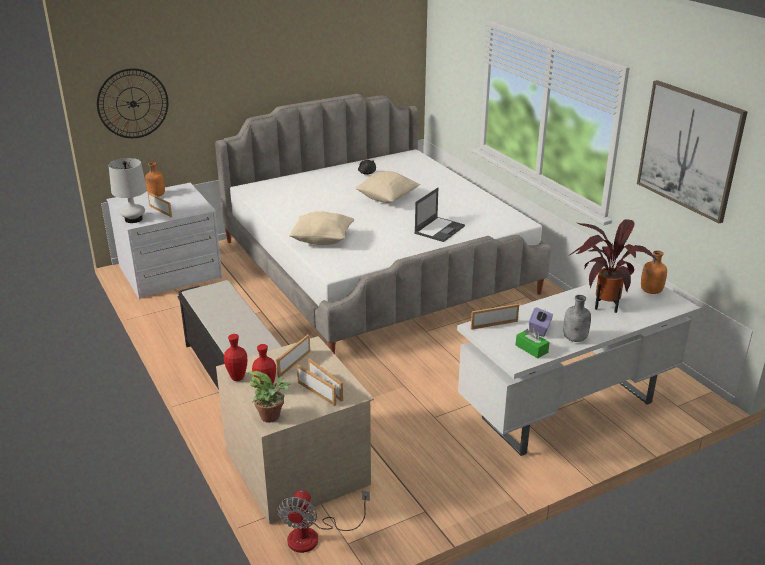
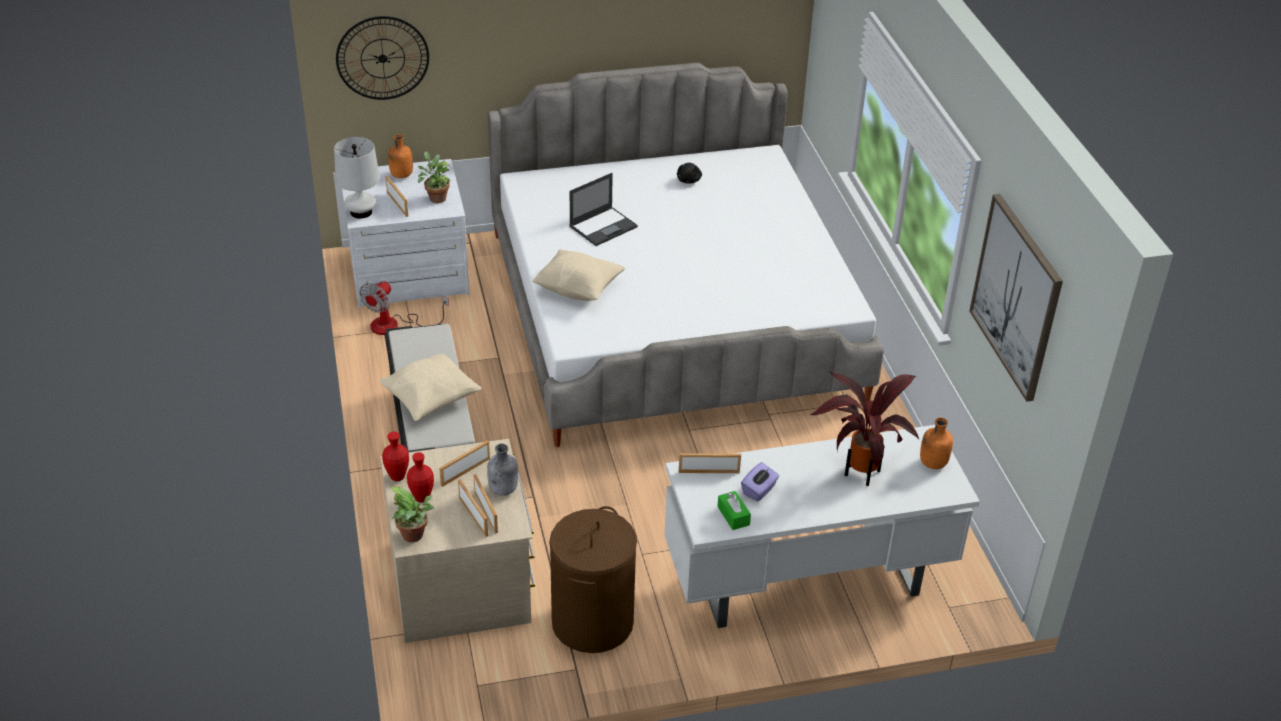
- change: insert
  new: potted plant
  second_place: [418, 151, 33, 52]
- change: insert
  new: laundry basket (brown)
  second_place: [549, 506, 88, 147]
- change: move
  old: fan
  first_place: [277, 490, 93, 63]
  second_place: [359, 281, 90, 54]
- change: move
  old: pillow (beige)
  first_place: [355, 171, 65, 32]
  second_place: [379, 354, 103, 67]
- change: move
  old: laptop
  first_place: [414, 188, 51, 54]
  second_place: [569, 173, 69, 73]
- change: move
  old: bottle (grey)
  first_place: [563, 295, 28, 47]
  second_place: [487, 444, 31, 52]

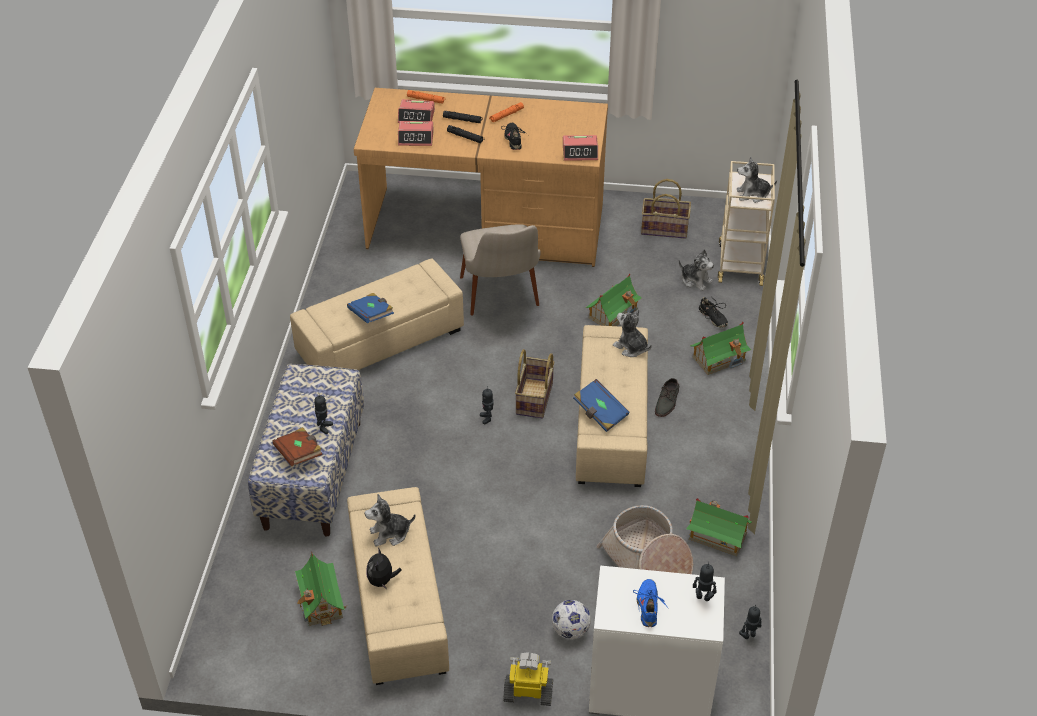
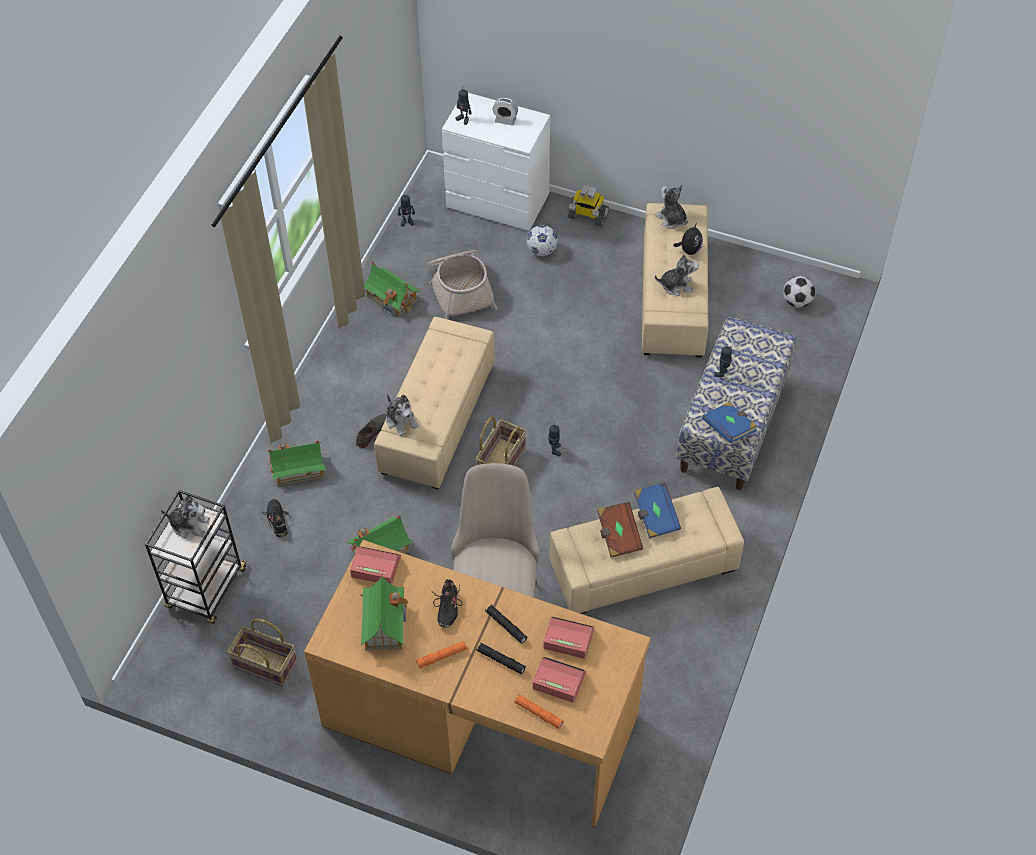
- change: insert
  new: football
  second_place: [783, 276, 32, 32]
- change: move
  old: book (brown)
  first_place: [272, 427, 51, 39]
  second_place: [597, 502, 46, 56]
- change: move
  old: toy house
  first_place: [295, 551, 53, 75]
  second_place: [360, 574, 49, 76]
- change: move
  old: book (blue)
  first_place: [573, 379, 57, 53]
  second_place: [702, 402, 55, 41]
- change: move
  old: plush toy
  first_place: [679, 249, 35, 42]
  second_place: [655, 185, 33, 44]
- change: replace
  old: shoe (blue)
  new: alarm clock
  first_place: [633, 579, 35, 48]
  second_place: [493, 98, 25, 28]
- change: recolor
  old: cart (beige)
  new: cart (black)
  first_place: [718, 161, 57, 125]
  second_place: [145, 490, 103, 134]

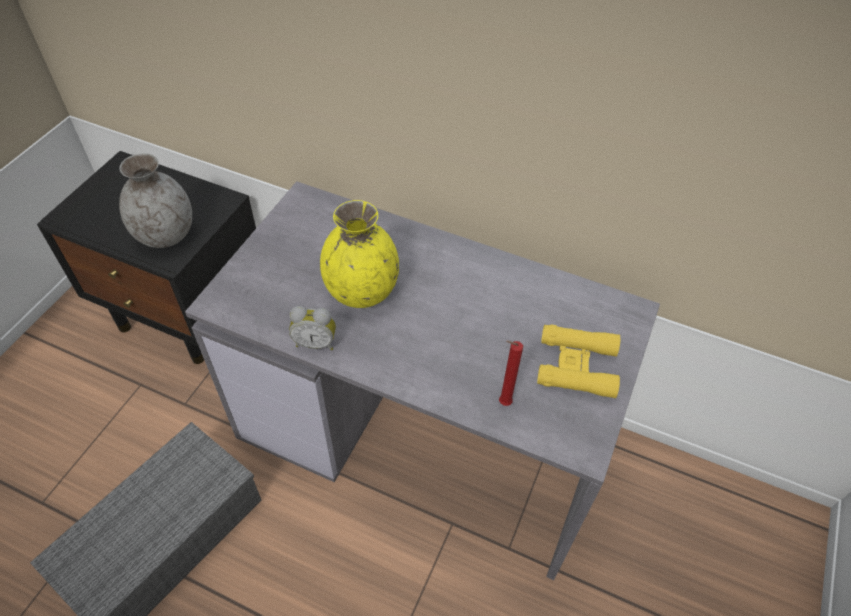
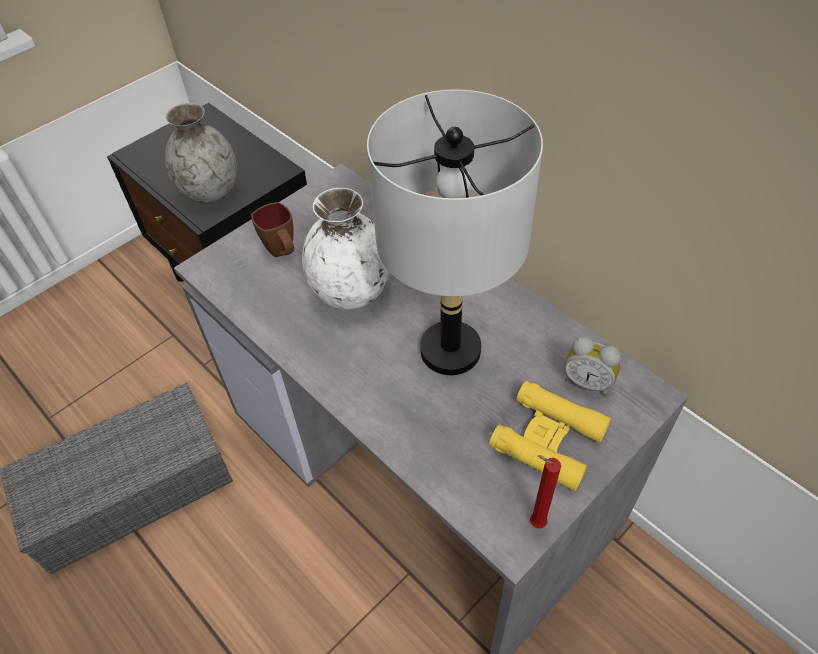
- change: insert
  new: mug (brown)
  second_place: [251, 202, 43, 55]
- change: insert
  new: table lamp (grey)
  second_place: [367, 90, 176, 285]
- change: move
  old: alarm clock
  first_place: [289, 306, 47, 44]
  second_place: [564, 336, 57, 60]
- change: move
  old: candle (red)
  first_place: [499, 341, 24, 65]
  second_place: [530, 455, 31, 73]
- change: recolor
  old: vase (yellow)
  new: vase (white)
  first_place: [320, 200, 79, 108]
  second_place: [302, 188, 87, 122]

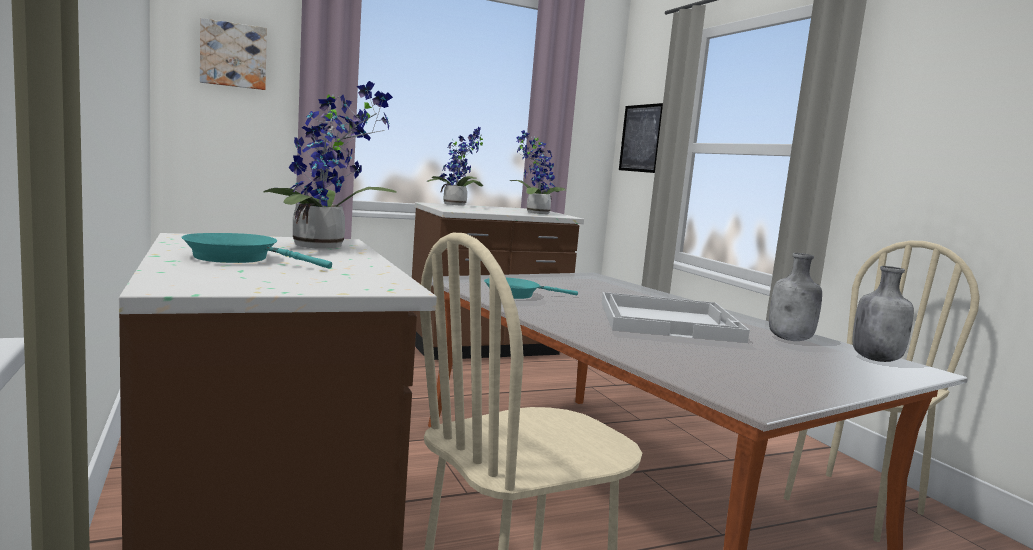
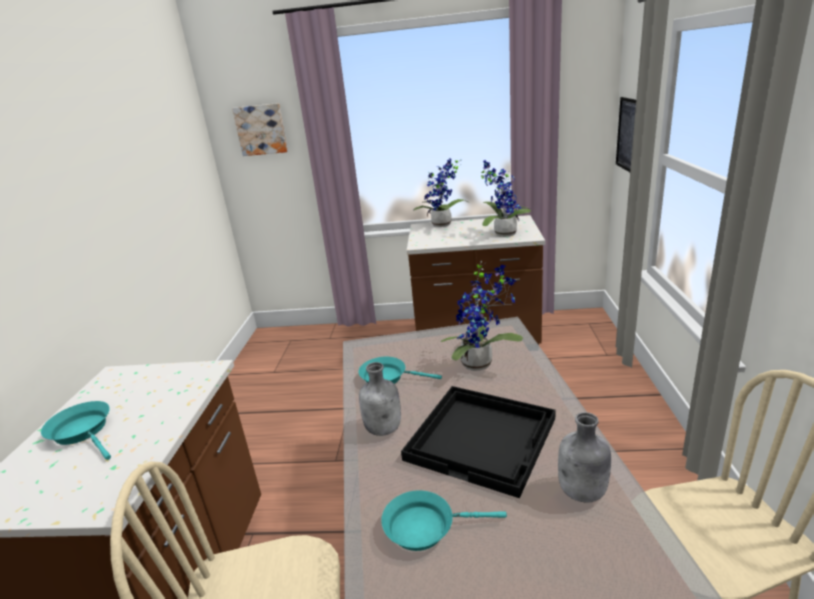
- change: insert
  new: frying pan (turquoise)
  second_place: [381, 490, 126, 61]
- change: move
  old: potted plant
  first_place: [263, 81, 134, 167]
  second_place: [441, 261, 82, 110]
- change: move
  old: bottle (grey)
  first_place: [853, 266, 61, 96]
  second_place: [359, 362, 42, 74]
- change: recolor
  old: tray (white)
  new: tray (black)
  first_place: [602, 292, 148, 51]
  second_place: [401, 386, 155, 112]

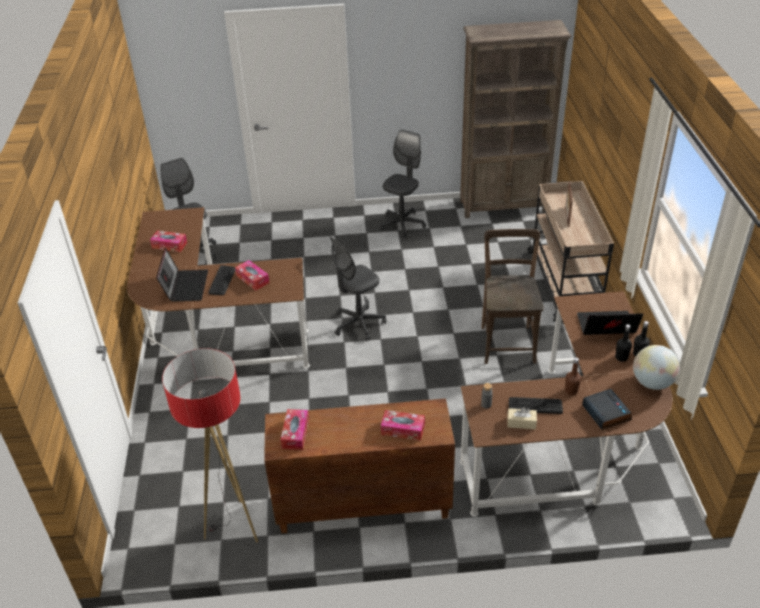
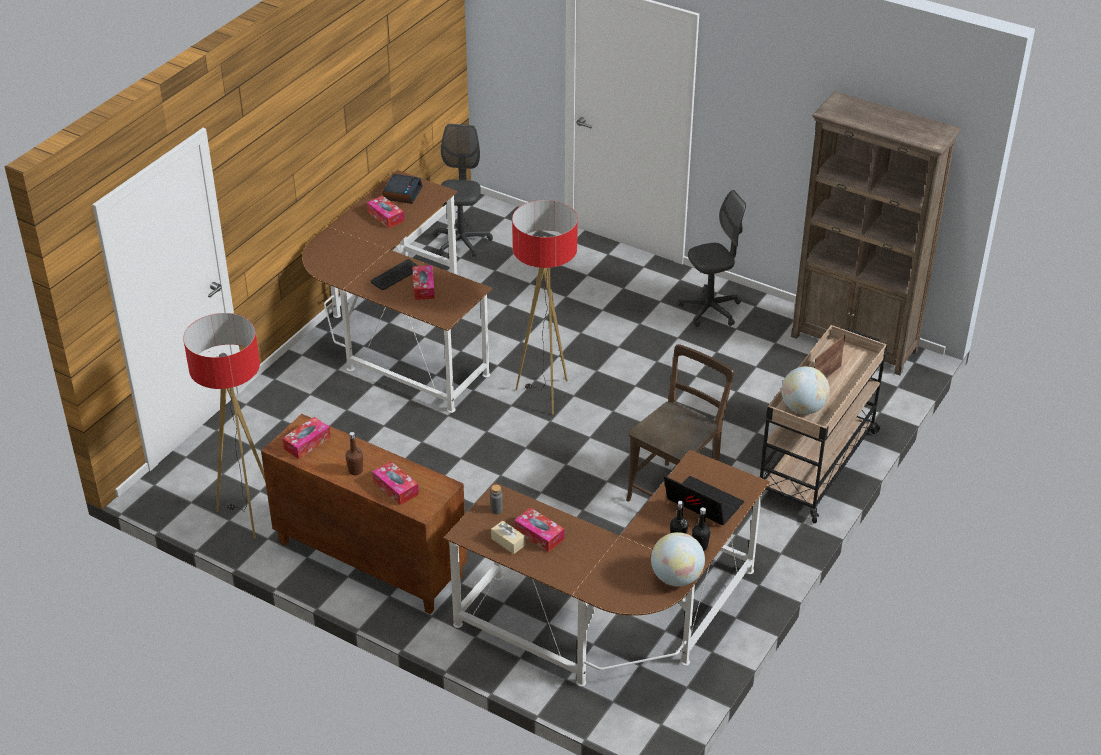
- change: delete
  old: laptop
  first_place: [156, 248, 52, 54]
- change: insert
  new: globe
  second_place: [781, 366, 49, 48]
- change: move
  old: bottle (brown)
  first_place: [565, 357, 16, 38]
  second_place: [345, 432, 18, 43]
- change: move
  old: alarm clock
  first_place: [582, 389, 50, 41]
  second_place: [382, 174, 41, 30]
- change: replace
  old: office chair (grey)
  new: floor lamp
  first_place: [329, 236, 57, 105]
  second_place: [512, 200, 66, 215]
- change: replace
  old: keyboard
  new: tissue box
  first_place: [509, 397, 54, 17]
  second_place: [515, 507, 49, 45]

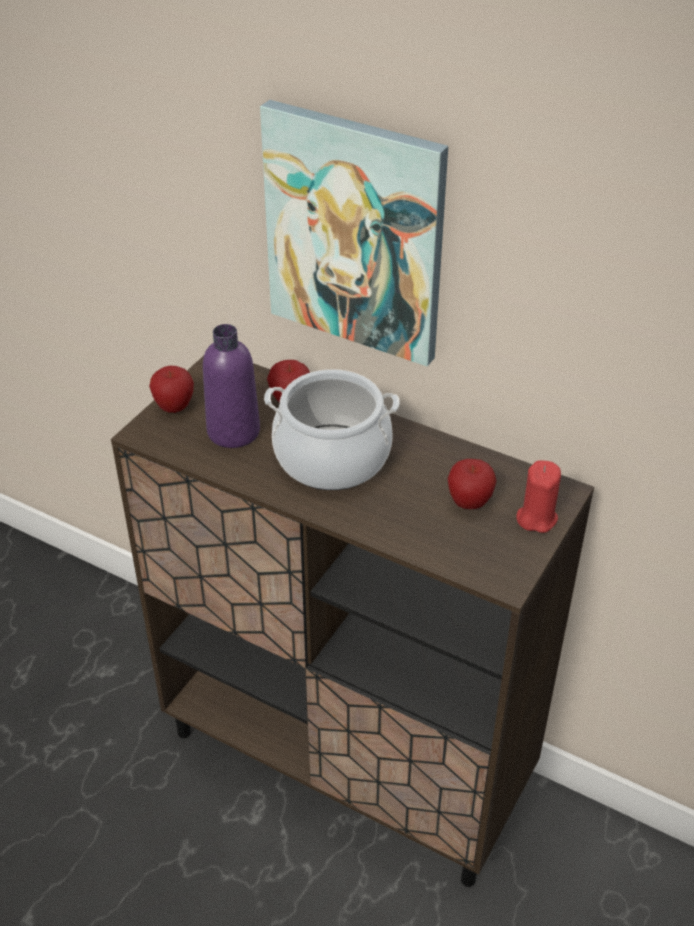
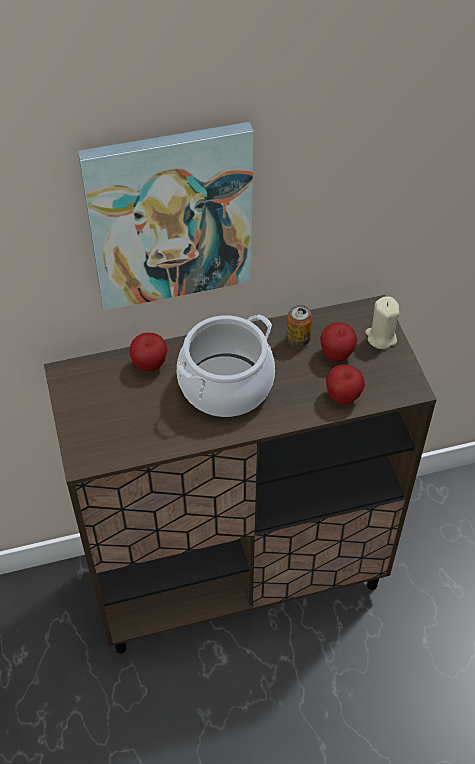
- change: delete
  old: bottle (purple)
  first_place: [203, 324, 57, 124]
- change: insert
  new: can
  second_place: [286, 305, 26, 42]
- change: move
  old: apple
  first_place: [149, 366, 45, 47]
  second_place: [326, 364, 39, 40]
- change: recolor
  old: candle (red)
  new: candle (beige)
  first_place: [517, 460, 44, 73]
  second_place: [365, 296, 35, 53]

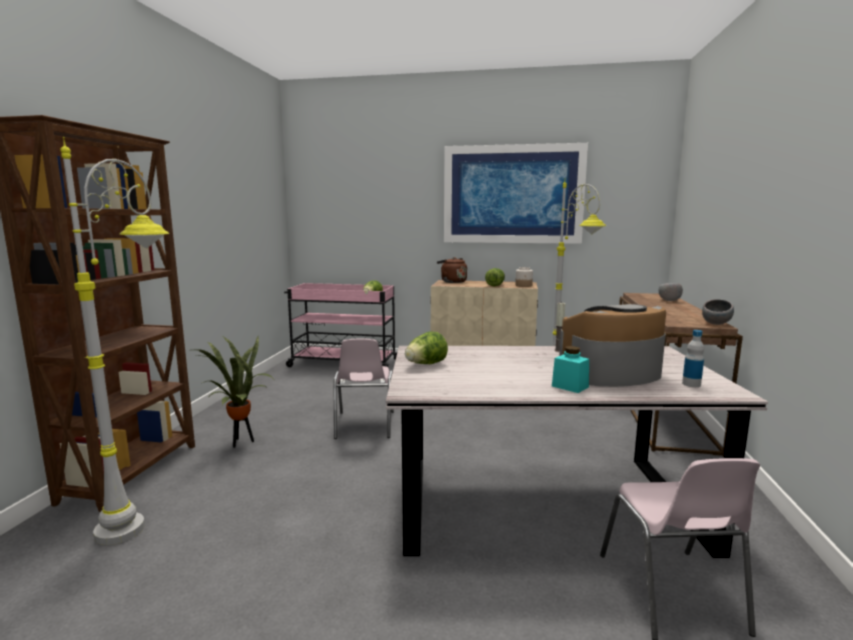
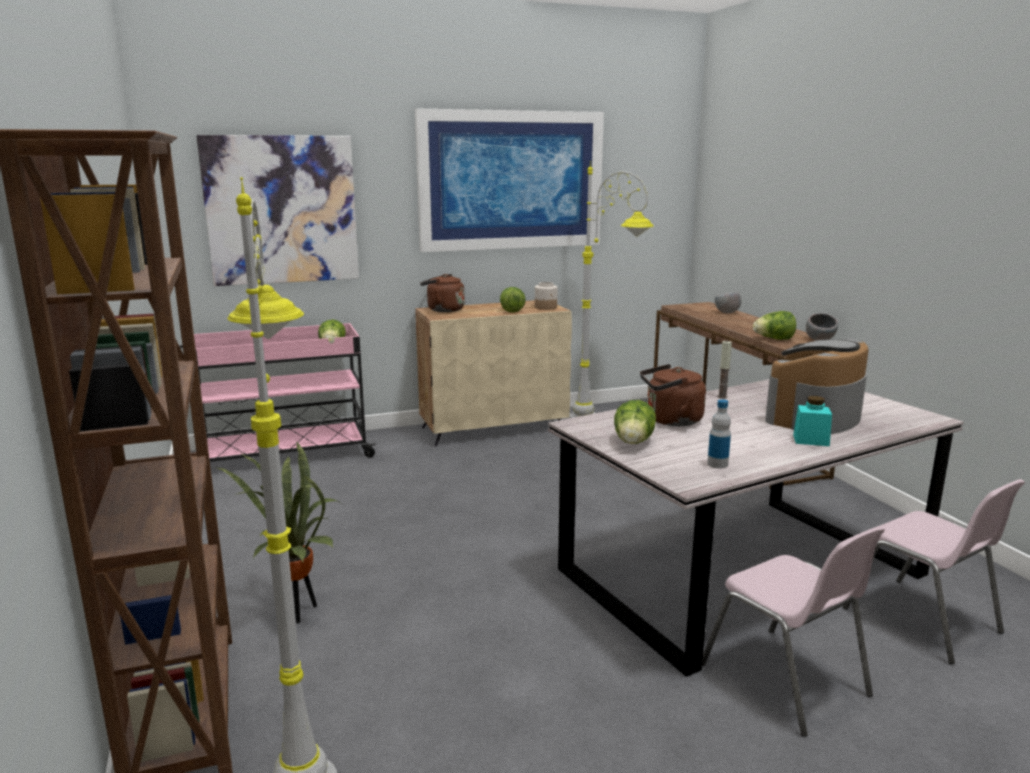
- change: insert
  new: picture
  second_place: [196, 135, 163, 151]
- change: insert
  new: kettle (brown)
  second_place: [640, 364, 66, 62]
- change: insert
  new: lettuce
  second_place: [753, 311, 43, 29]
- change: move
  old: chair (pink)
  first_place: [334, 339, 60, 100]
  second_place: [702, 526, 183, 211]
- change: move
  old: bottle
  first_place: [682, 330, 22, 57]
  second_place: [707, 399, 24, 69]

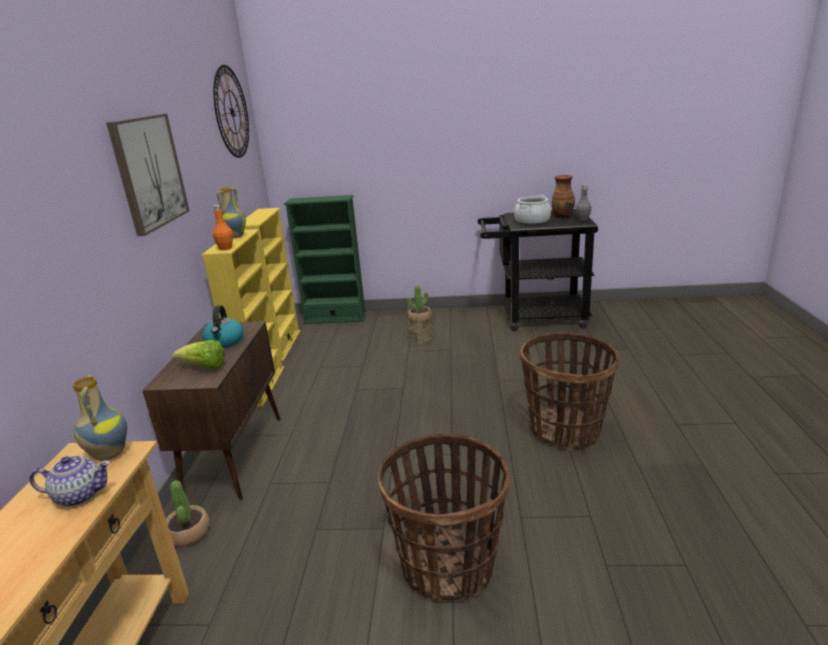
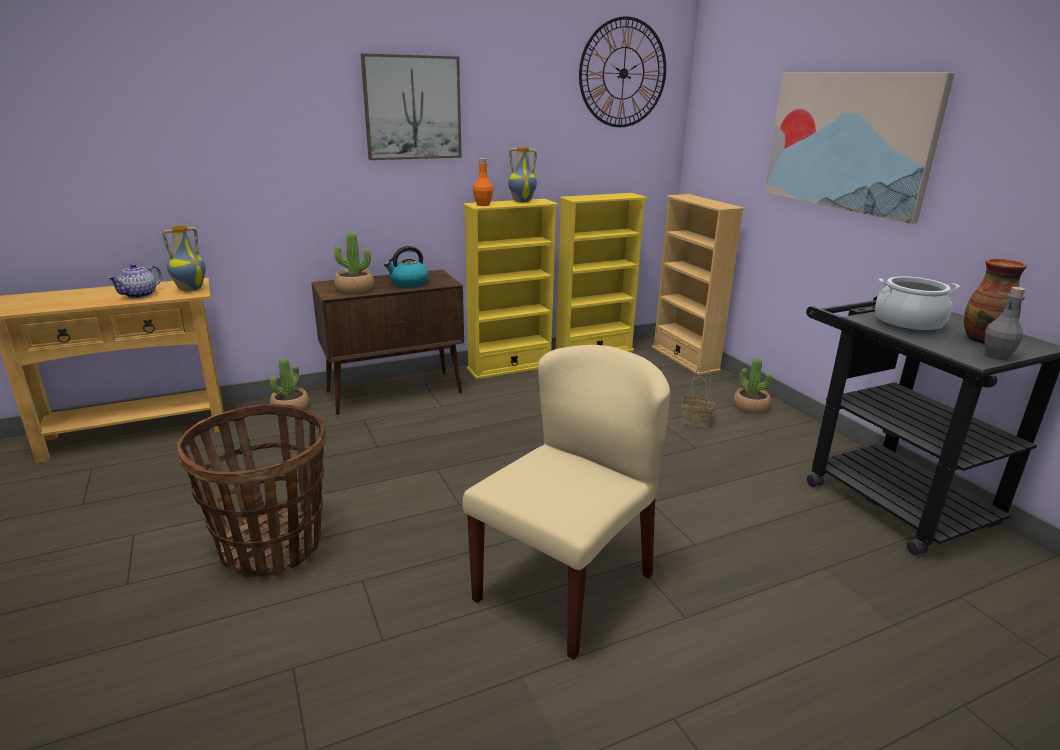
- change: insert
  new: picture
  second_place: [764, 72, 191, 152]
- change: replace
  old: lettuce
  new: potted plant
  first_place: [173, 340, 52, 30]
  second_place: [334, 231, 40, 62]
- change: replace
  old: basket
  new: chair (beige)
  first_place: [520, 332, 99, 119]
  second_place: [463, 345, 207, 315]
- change: recolor
  old: bookcase (green)
  new: bookcase (beige)
  first_place: [284, 195, 82, 129]
  second_place: [652, 194, 92, 182]
- change: rotate
  old: teapot
  first_place: [30, 456, 81, 50]
  second_place: [108, 263, 54, 35]
  degrees: 60

